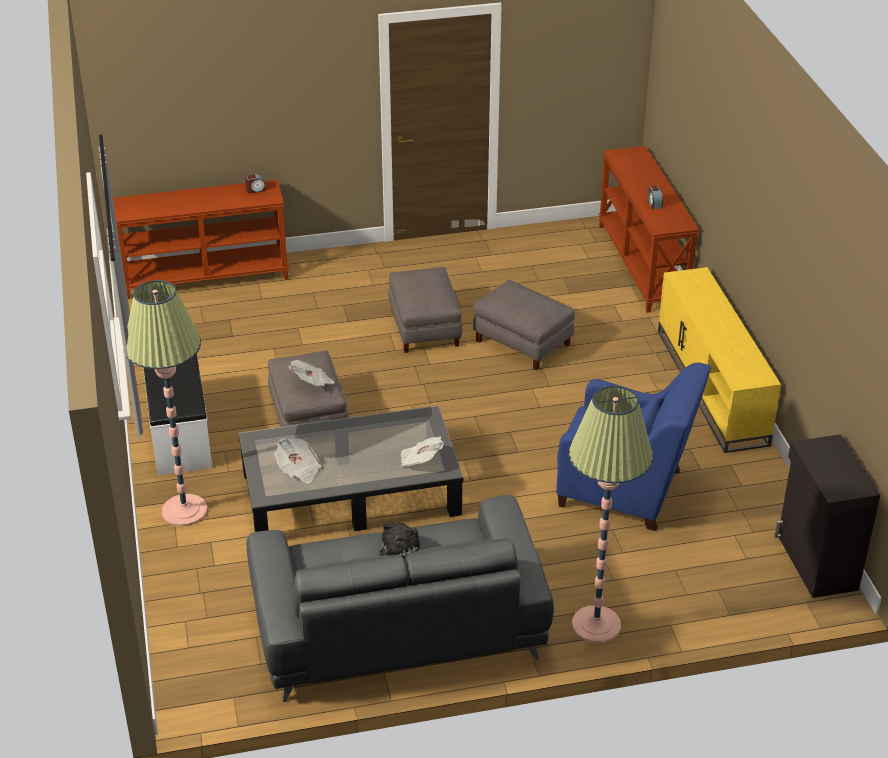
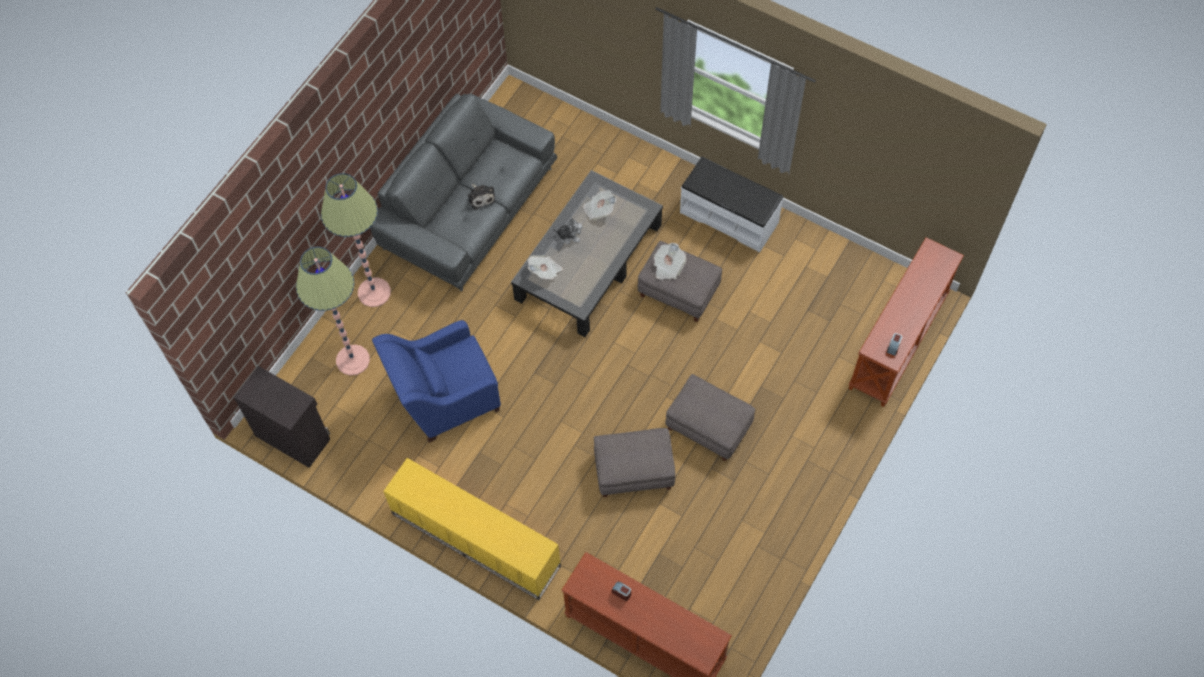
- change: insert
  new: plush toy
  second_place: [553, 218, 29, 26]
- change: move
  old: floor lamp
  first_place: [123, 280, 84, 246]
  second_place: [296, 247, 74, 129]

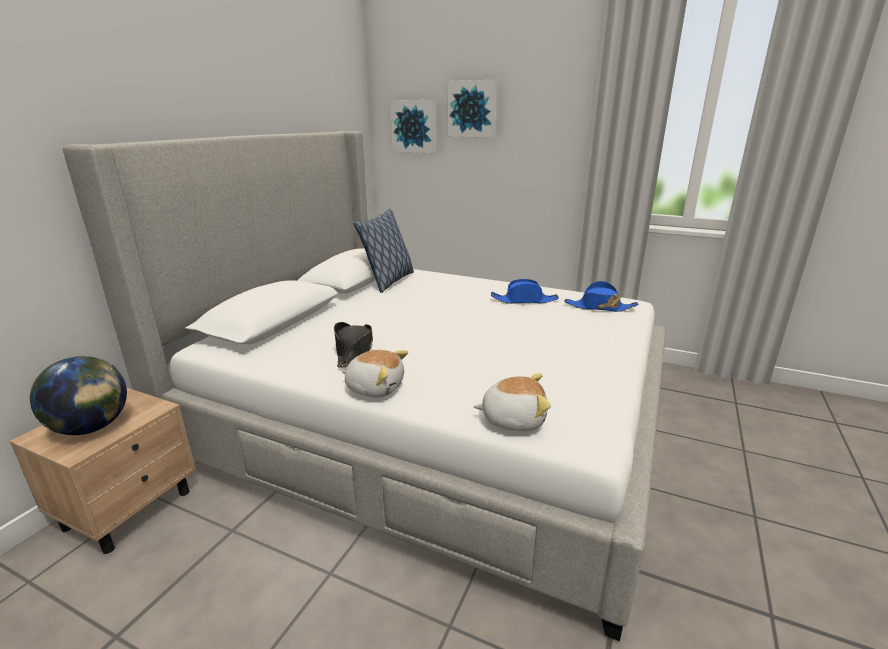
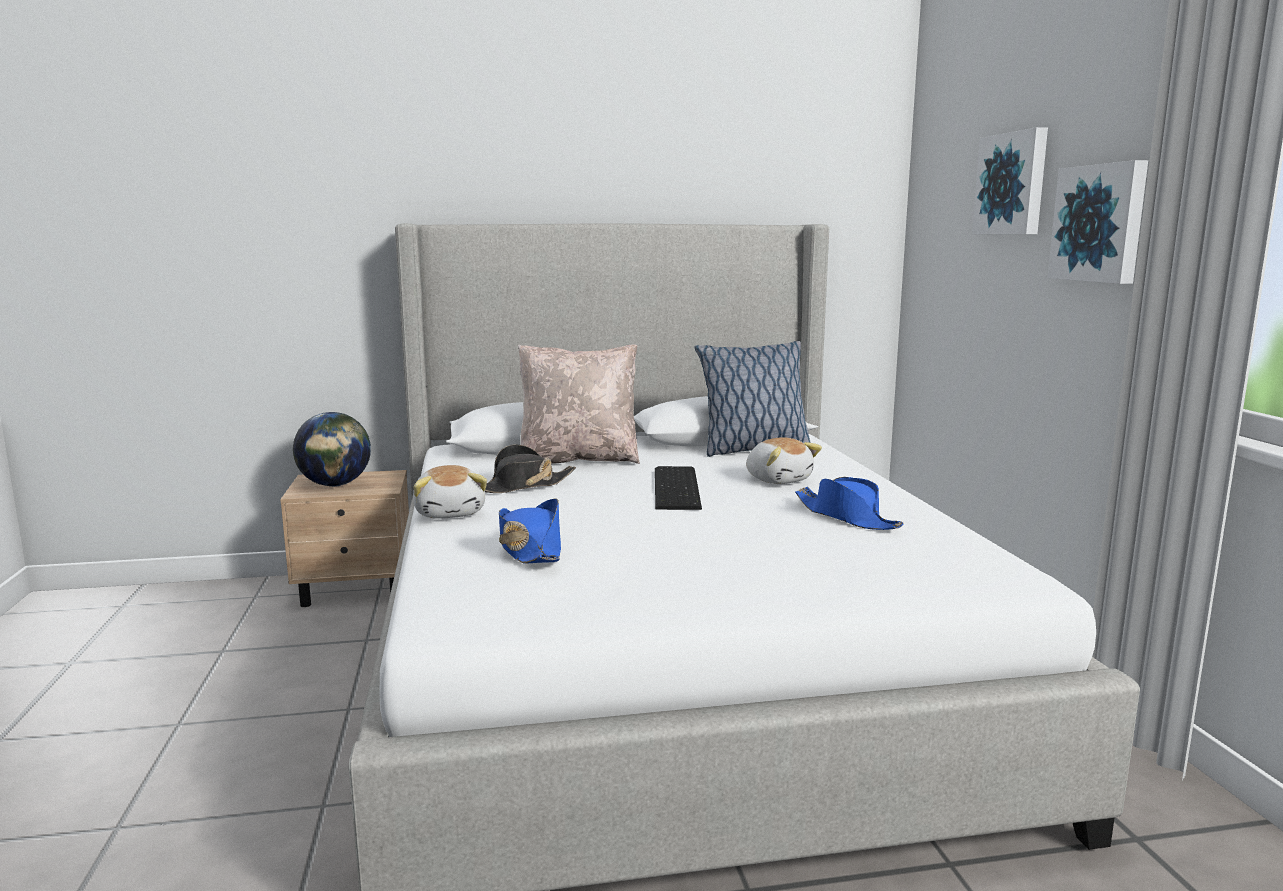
- change: insert
  new: pillow (beige)
  second_place: [518, 345, 122, 119]
- change: insert
  new: keyboard
  second_place: [655, 466, 47, 44]
- change: move
  old: picture
  first_place: [390, 100, 47, 53]
  second_place: [1048, 160, 100, 124]
- change: move
  old: plush toy
  first_place: [473, 374, 78, 57]
  second_place: [746, 437, 76, 47]
- change: move
  old: hat (blue)
  first_place: [564, 281, 74, 31]
  second_place: [499, 498, 62, 66]

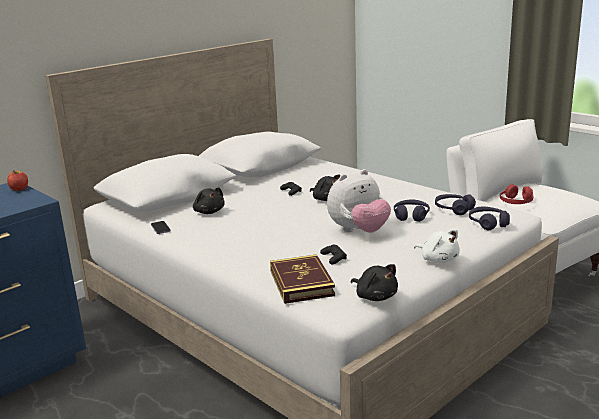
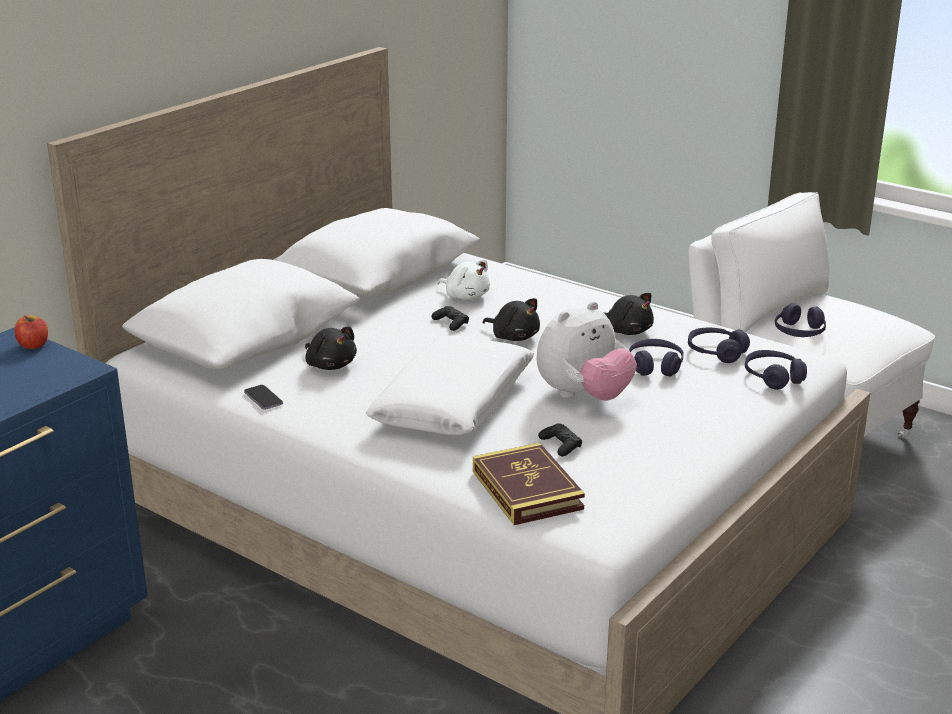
- change: insert
  new: pillow (white)
  second_place: [366, 335, 169, 100]
- change: move
  old: plush toy (black)
  first_place: [351, 264, 47, 37]
  second_place: [603, 293, 51, 42]
- change: move
  old: plush toy (white)
  first_place: [414, 230, 46, 33]
  second_place: [438, 260, 52, 40]
- change: recolor
  old: headphones (red)
  new: headphones (purple)
  first_place: [500, 184, 34, 20]
  second_place: [775, 303, 51, 34]

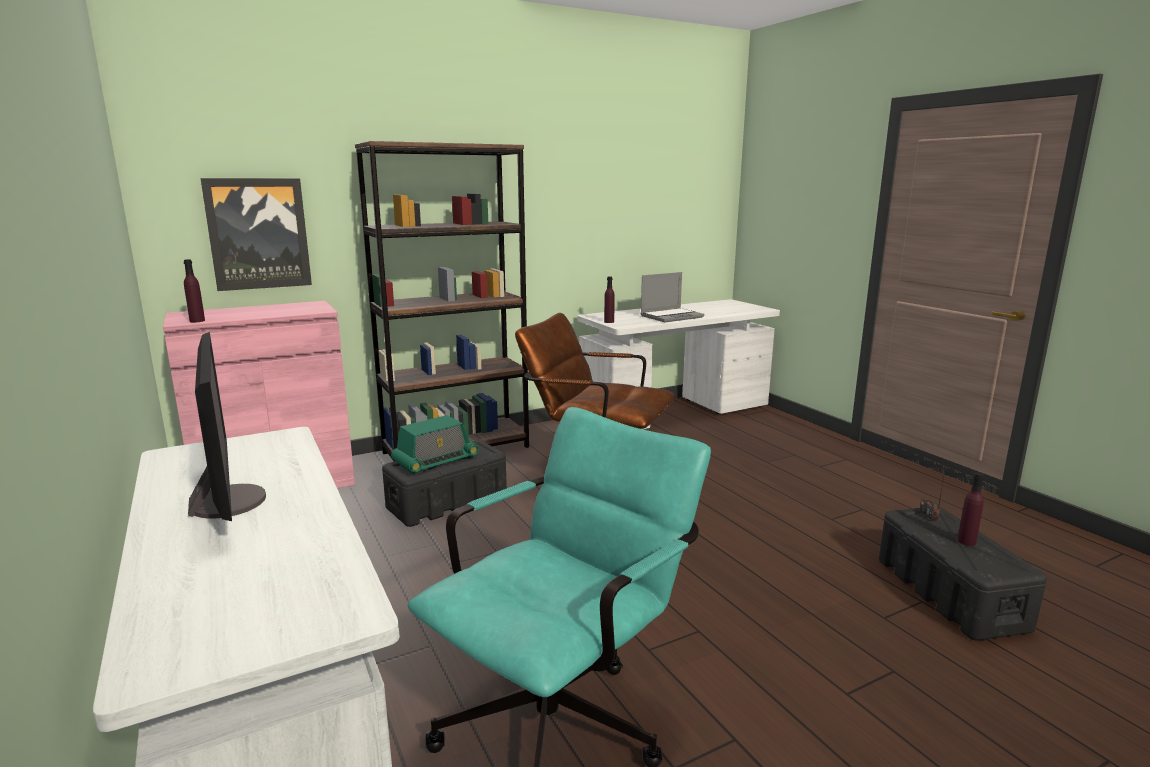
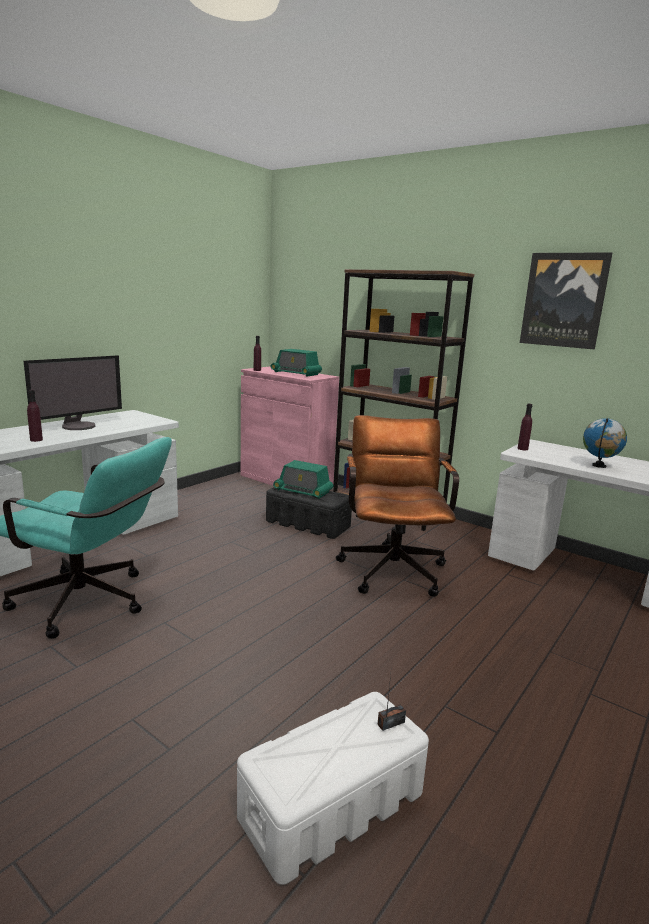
- change: insert
  new: radio
  second_place: [271, 349, 51, 28]
- change: move
  old: picture
  first_place: [201, 178, 111, 113]
  second_place: [520, 252, 92, 97]
- change: move
  old: bottle (purple)
  first_place: [957, 473, 27, 73]
  second_place: [27, 390, 16, 52]
- change: replace
  old: laptop
  new: globe
  first_place: [640, 272, 64, 50]
  second_place: [583, 418, 44, 50]
- change: recolor
  old: storage box (black)
  new: storage box (white)
  first_place: [879, 506, 168, 135]
  second_place: [237, 692, 192, 193]

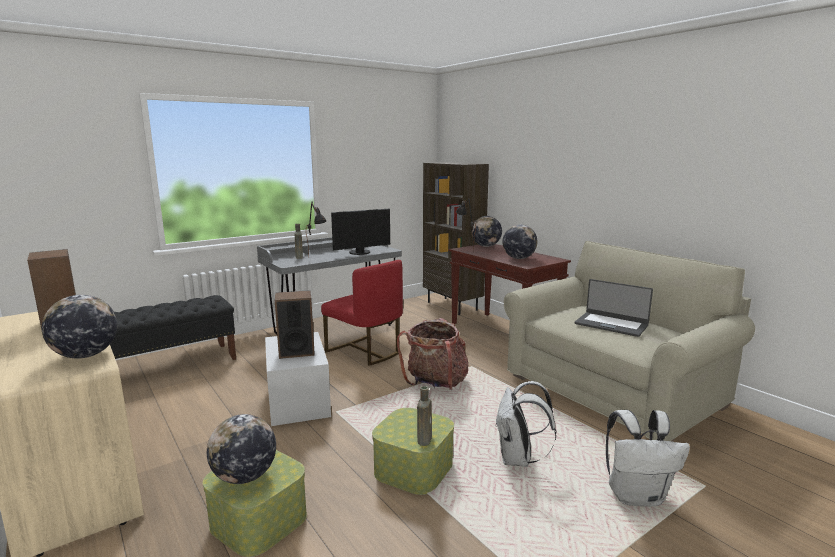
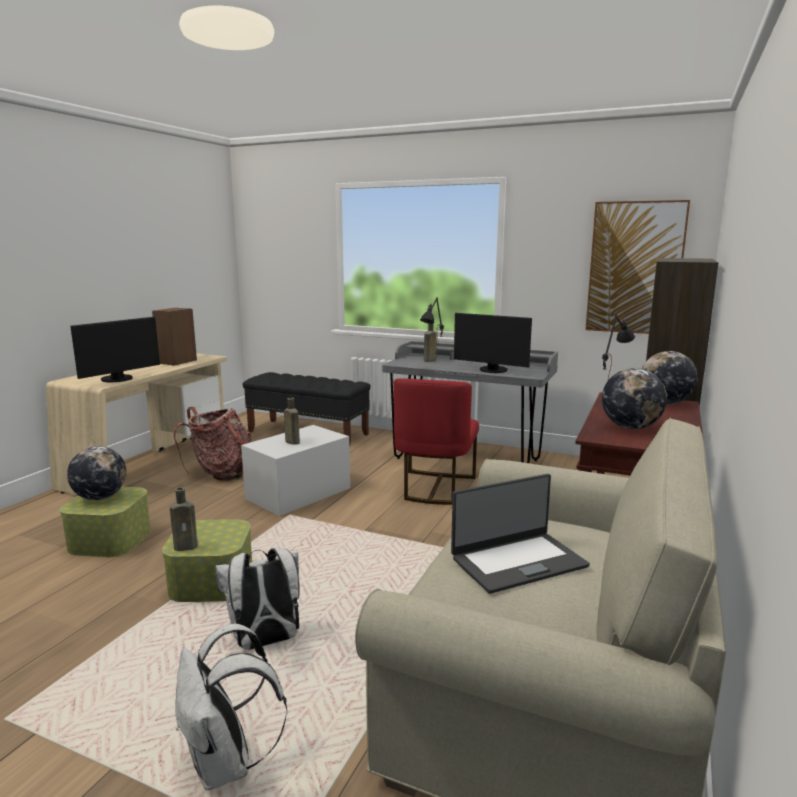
- change: insert
  new: picture
  second_place: [585, 200, 105, 134]
- change: move
  old: backpack
  first_place: [397, 318, 71, 72]
  second_place: [173, 407, 79, 74]
- change: replace
  old: globe
  new: monitor
  first_place: [42, 295, 75, 63]
  second_place: [70, 317, 90, 65]
- change: replace
  old: speaker
  new: bottle (brown)
  first_place: [275, 290, 40, 69]
  second_place: [284, 398, 16, 47]
- change: rotate
  old: laptop
  first_place: [575, 279, 78, 58]
  second_place: [451, 474, 139, 120]
  degrees: -120

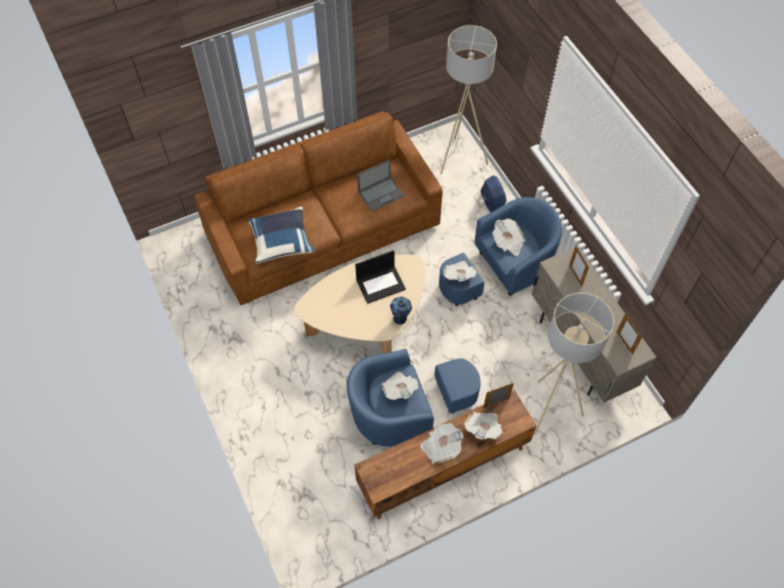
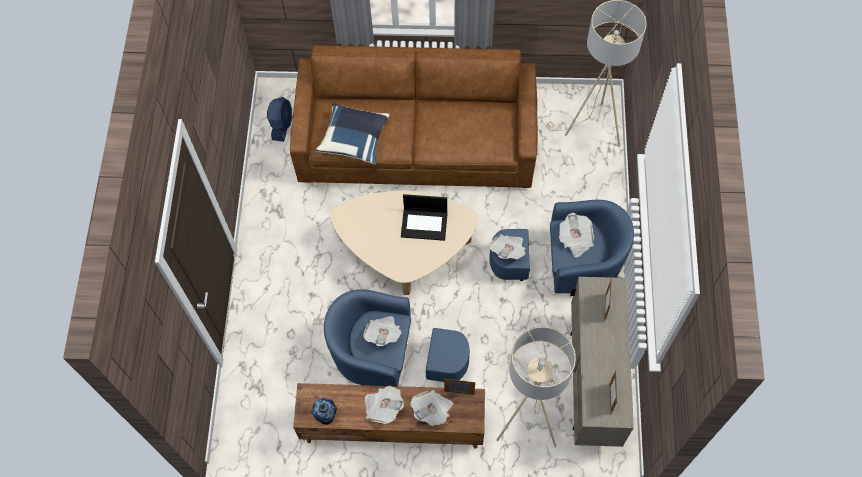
- change: delete
  old: laptop
  first_place: [357, 159, 48, 53]
- change: move
  old: vase
  first_place: [390, 296, 22, 29]
  second_place: [312, 398, 25, 27]
- change: move
  old: fan (blue)
  first_place: [481, 175, 26, 38]
  second_place: [267, 97, 25, 45]

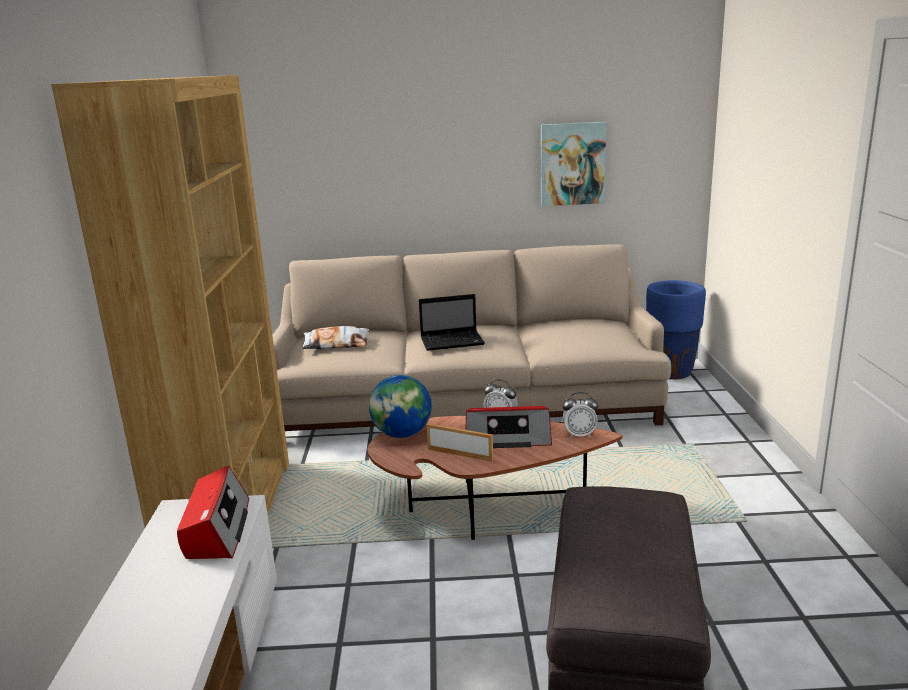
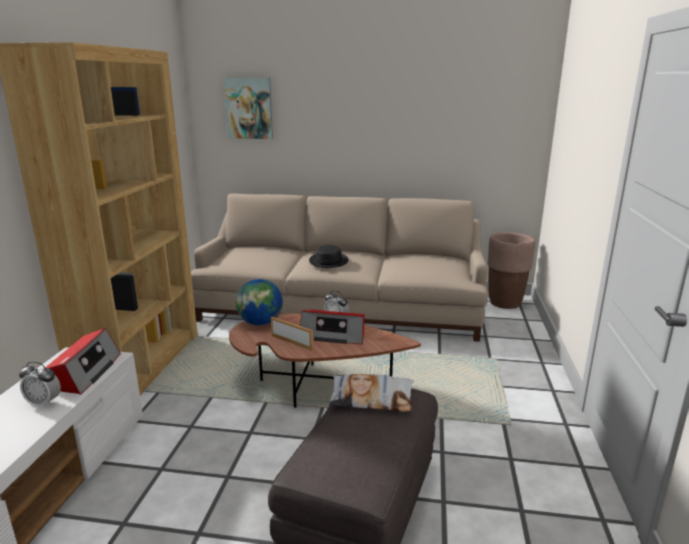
- change: move
  old: pillow
  first_place: [302, 326, 67, 23]
  second_place: [329, 374, 85, 37]
- change: move
  old: picture
  first_place: [541, 122, 66, 84]
  second_place: [223, 78, 50, 61]
- change: move
  old: alarm clock
  first_place: [563, 392, 35, 46]
  second_place: [19, 362, 42, 46]
- change: replace
  old: laptop
  new: hat (black)
  first_place: [419, 294, 66, 57]
  second_place: [309, 245, 39, 23]
- change: recolor
  old: planter (blue)
  new: planter (brown)
  first_place: [646, 280, 60, 99]
  second_place: [487, 232, 48, 77]

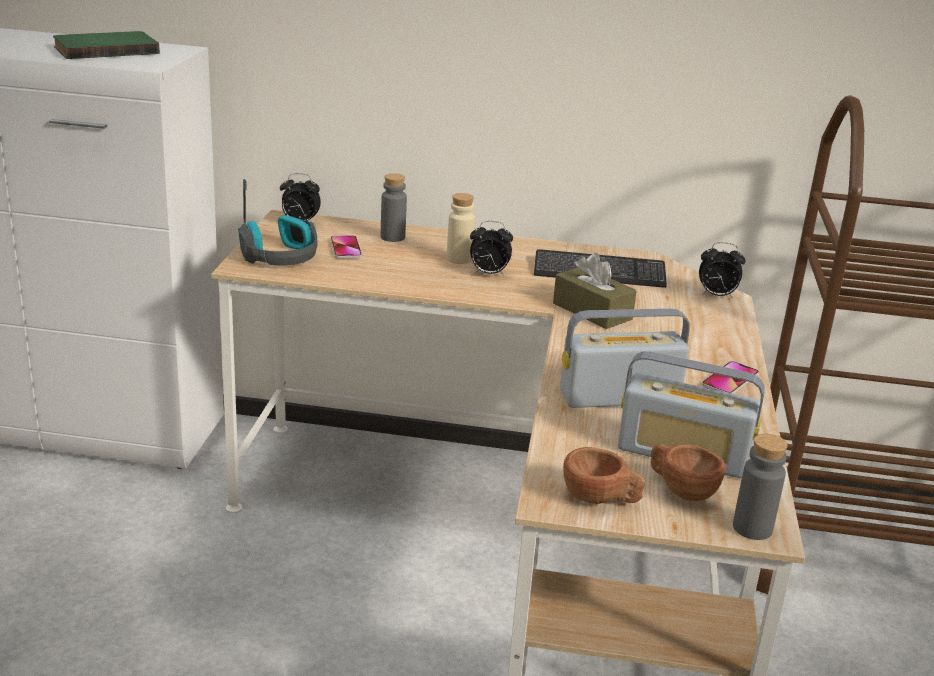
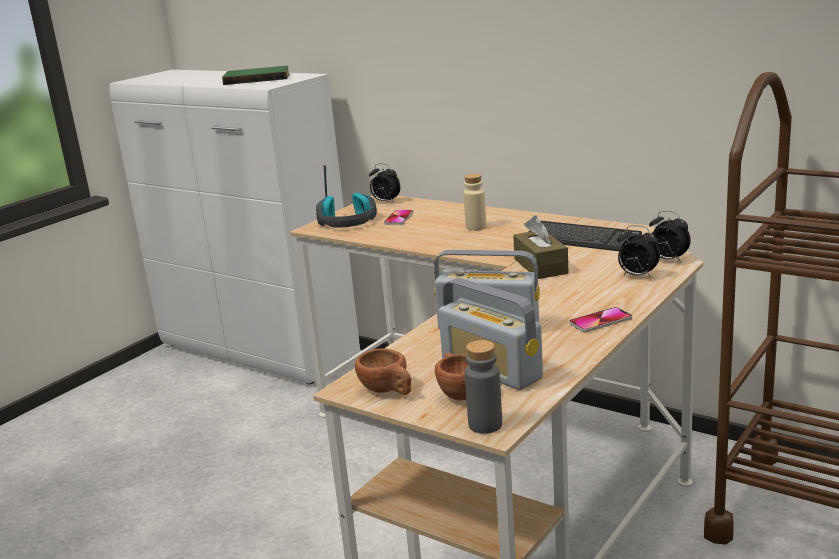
- change: delete
  old: bottle (grey)
  first_place: [381, 173, 26, 69]
- change: move
  old: alarm clock
  first_place: [470, 221, 43, 54]
  second_place: [617, 225, 43, 53]

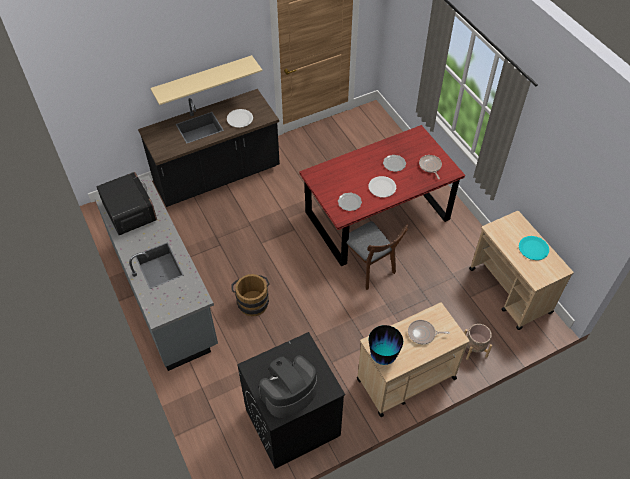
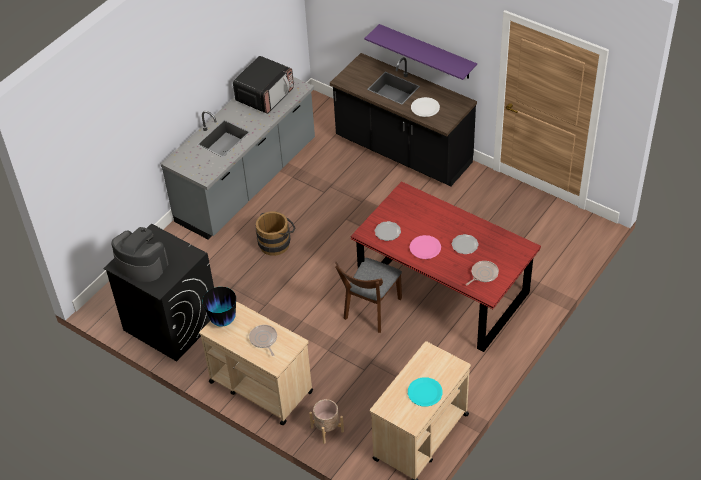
- change: recolor
  old: shelf (beige)
  new: shelf (purple)
  first_place: [150, 55, 112, 50]
  second_place: [364, 24, 113, 56]
- change: recolor
  old: plate (white)
  new: plate (pink)
  first_place: [368, 176, 28, 21]
  second_place: [409, 235, 32, 24]

